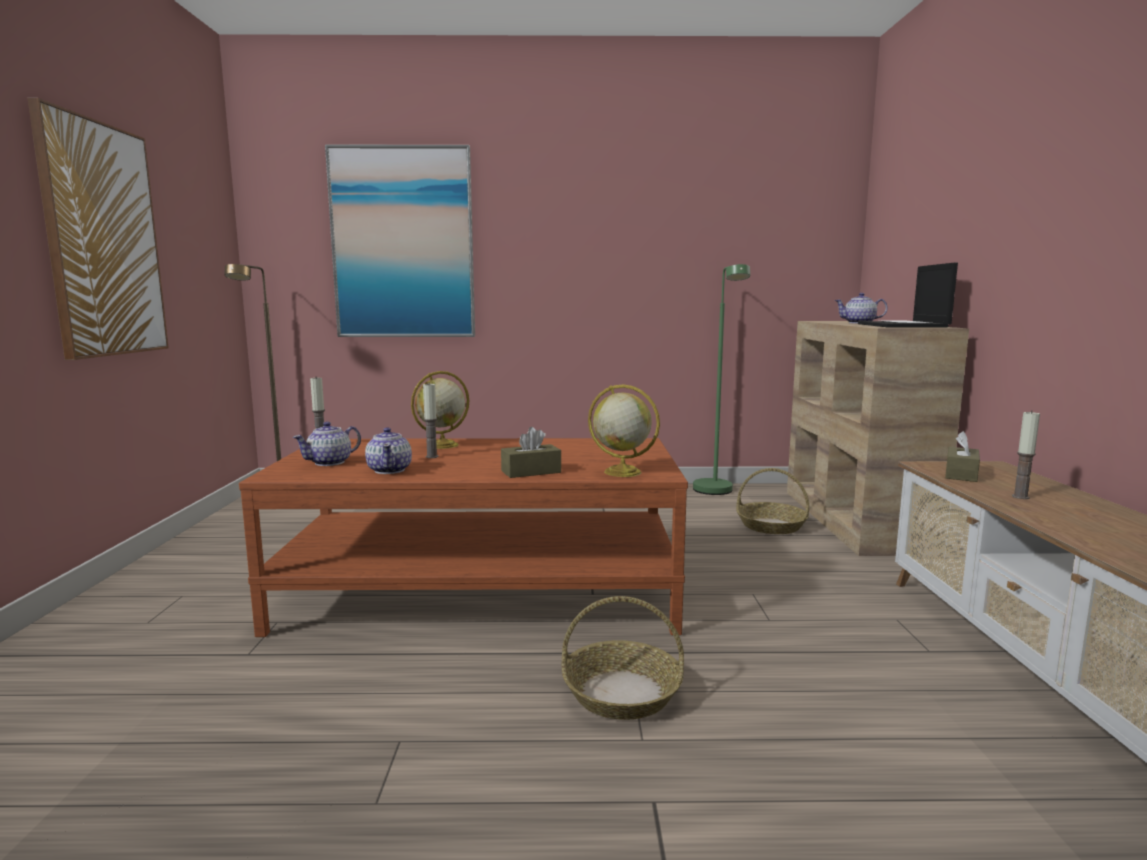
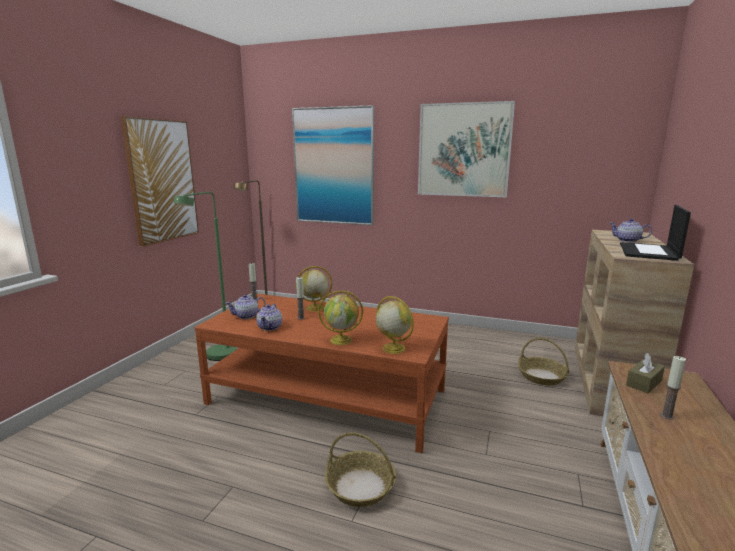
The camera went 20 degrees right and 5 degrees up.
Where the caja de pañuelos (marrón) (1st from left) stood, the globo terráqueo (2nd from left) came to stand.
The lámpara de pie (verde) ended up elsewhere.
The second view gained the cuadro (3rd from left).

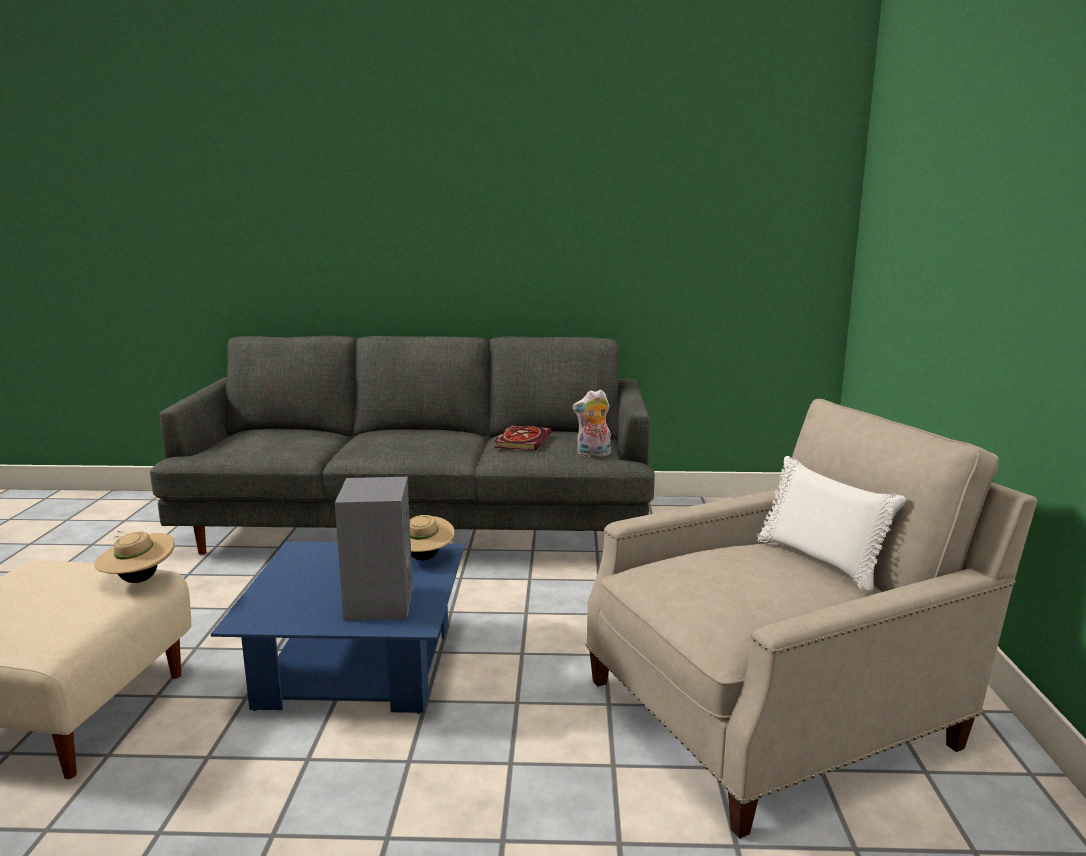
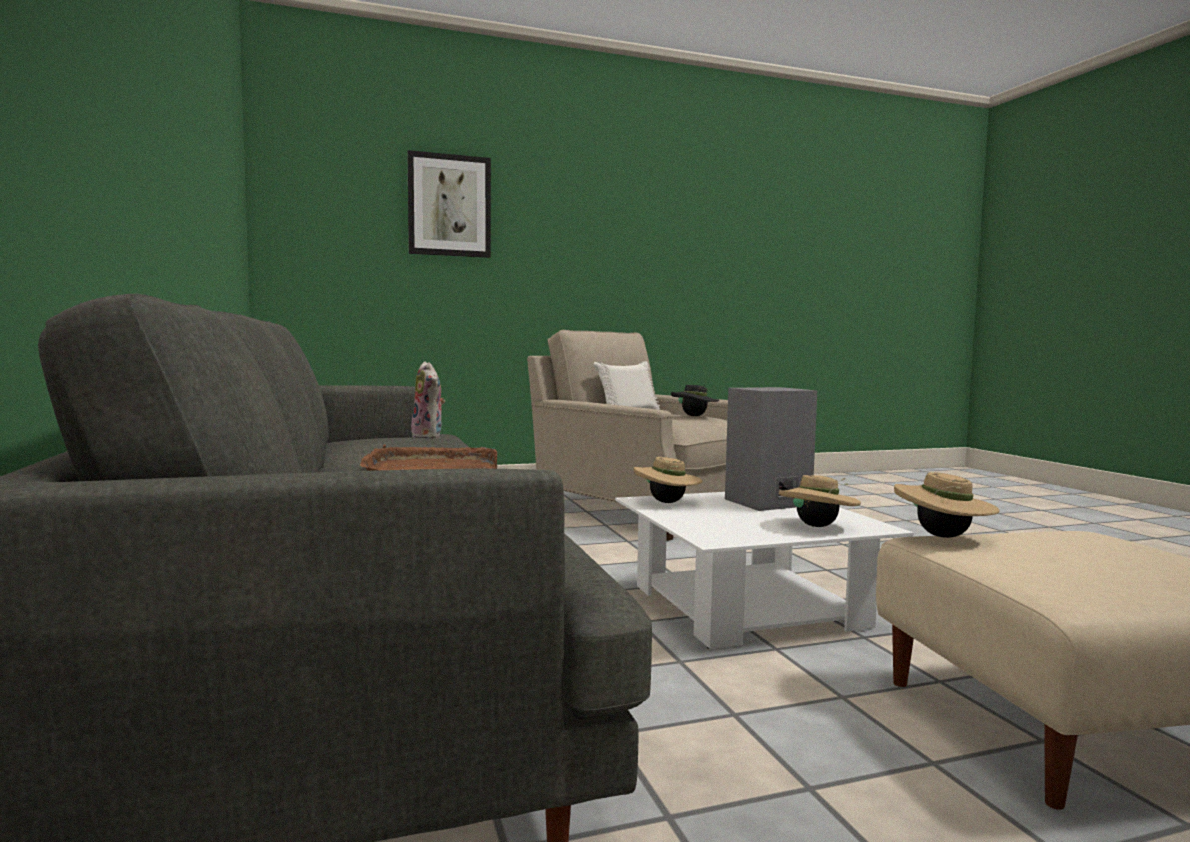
The camera went 110 degrees left and 10 degrees down.
What was the mesa de centro (azul) turned into the mesa de centro (blanco).
The second view lost the libro.
The second view gained the bandeja (marrón).
The second view gained the cuadro.
The second view gained the sombrero (negro).
The second view gained the sombrero (beis) (2nd from left).

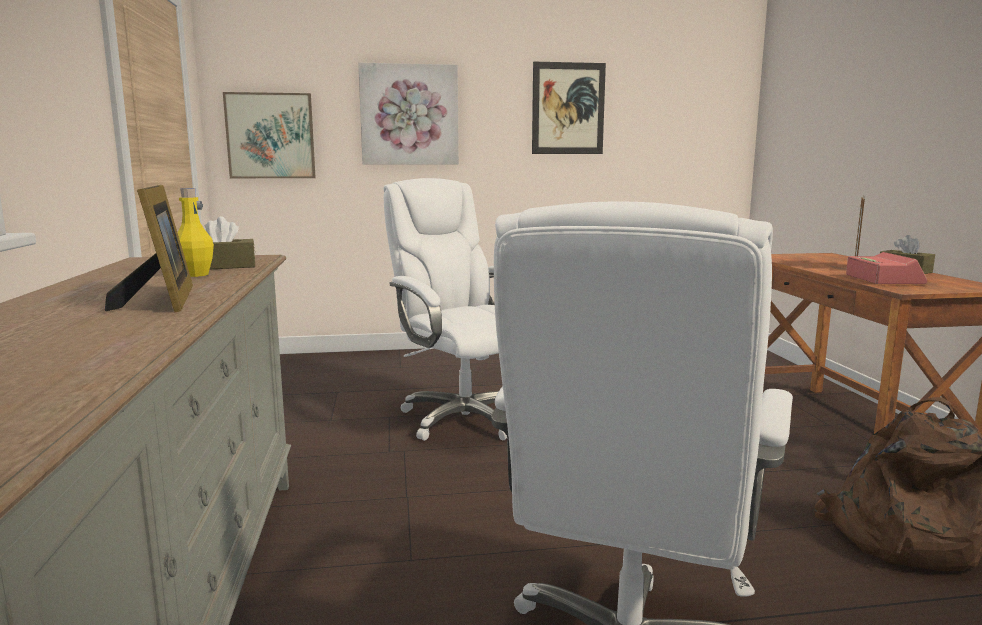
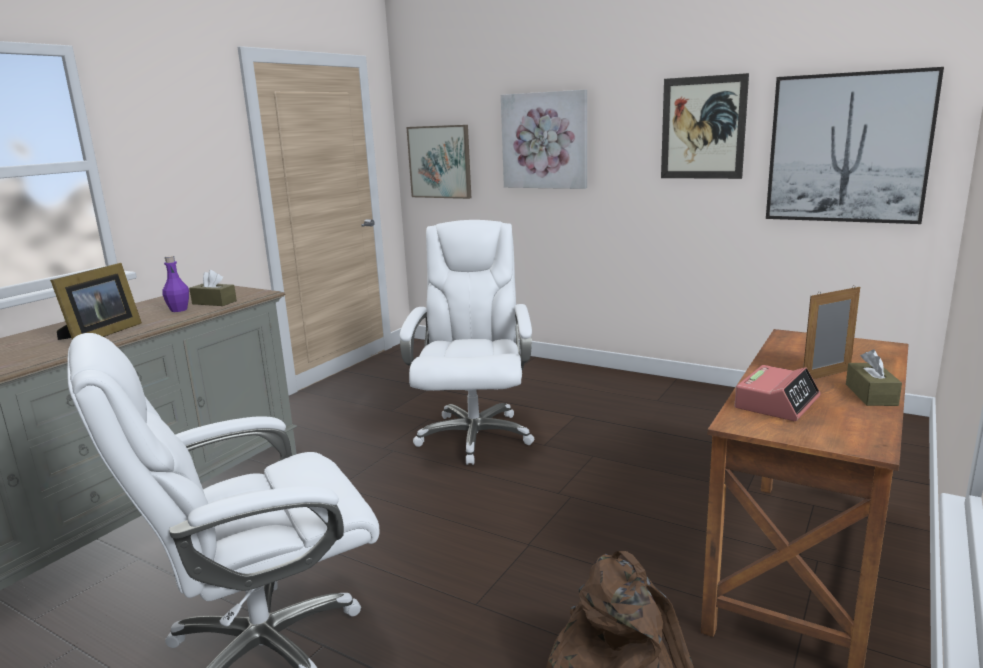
The camera went 40 degrees right and 5 degrees up.
What was the botella (amarillo) turned into the botella (morado).
The second view gained the cuadro (4th from left).

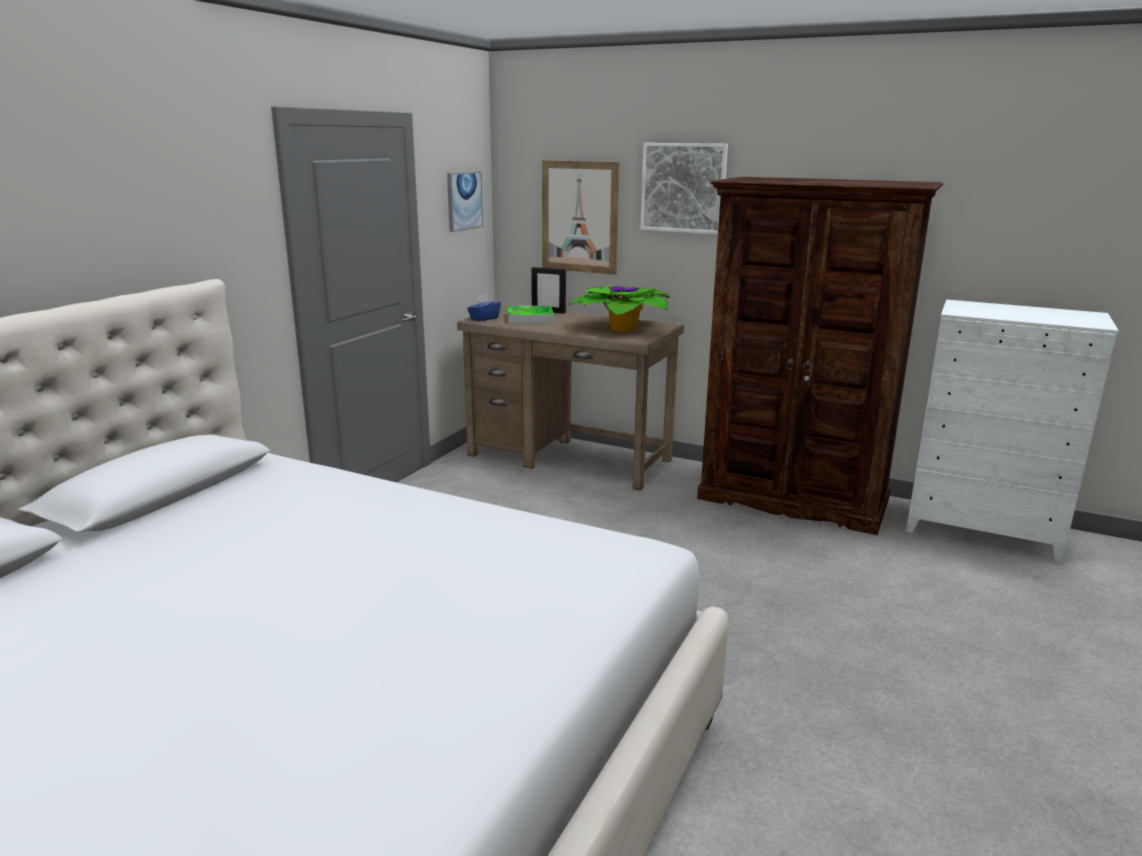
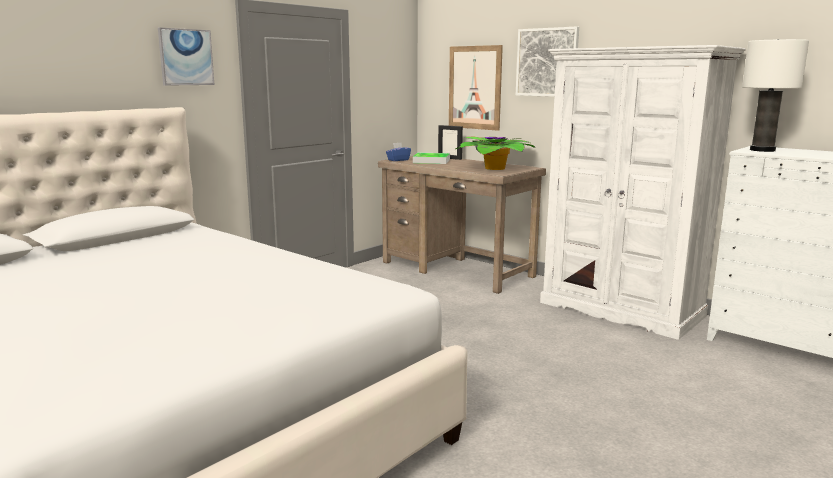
The camera went 15 degrees right and 5 degrees down.
The cuadro (1st from left) ended up elsewhere.
What was the armario ropero (marrón) turned into the armario ropero (blanco).
The second view gained the lámpara de mesa (blanco).

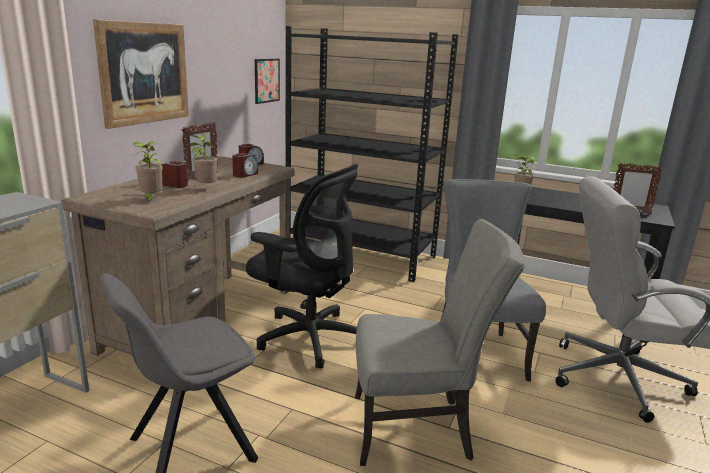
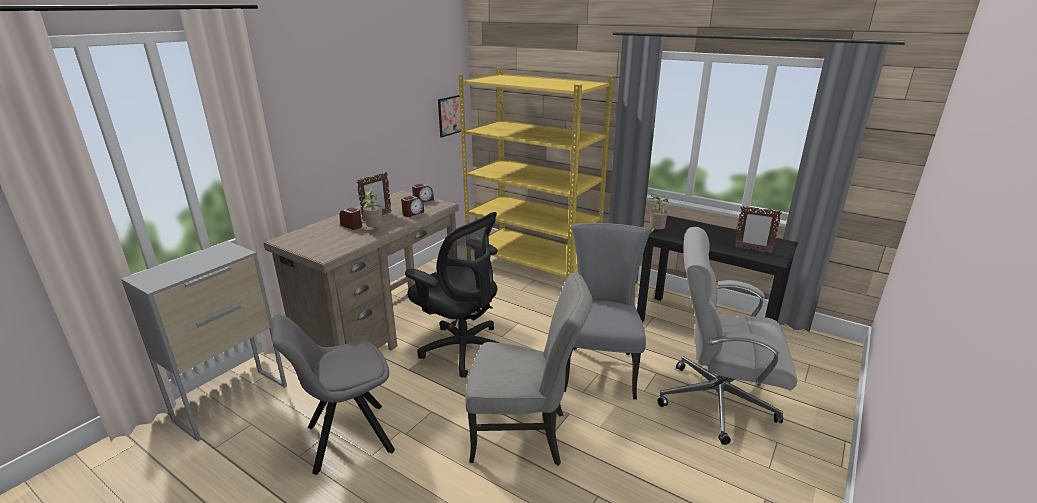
The camera went 10 degrees right and 5 degrees up.
The second view lost the cuadro (1st from left).
The second view lost the planta en maceta (1st from left).
What was the estantería (negro) turned into the estantería (amarillo).

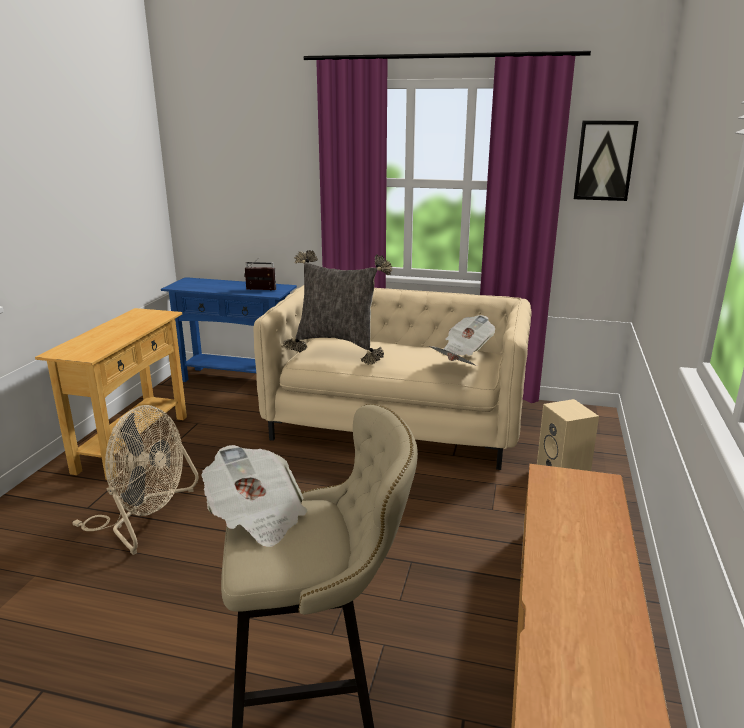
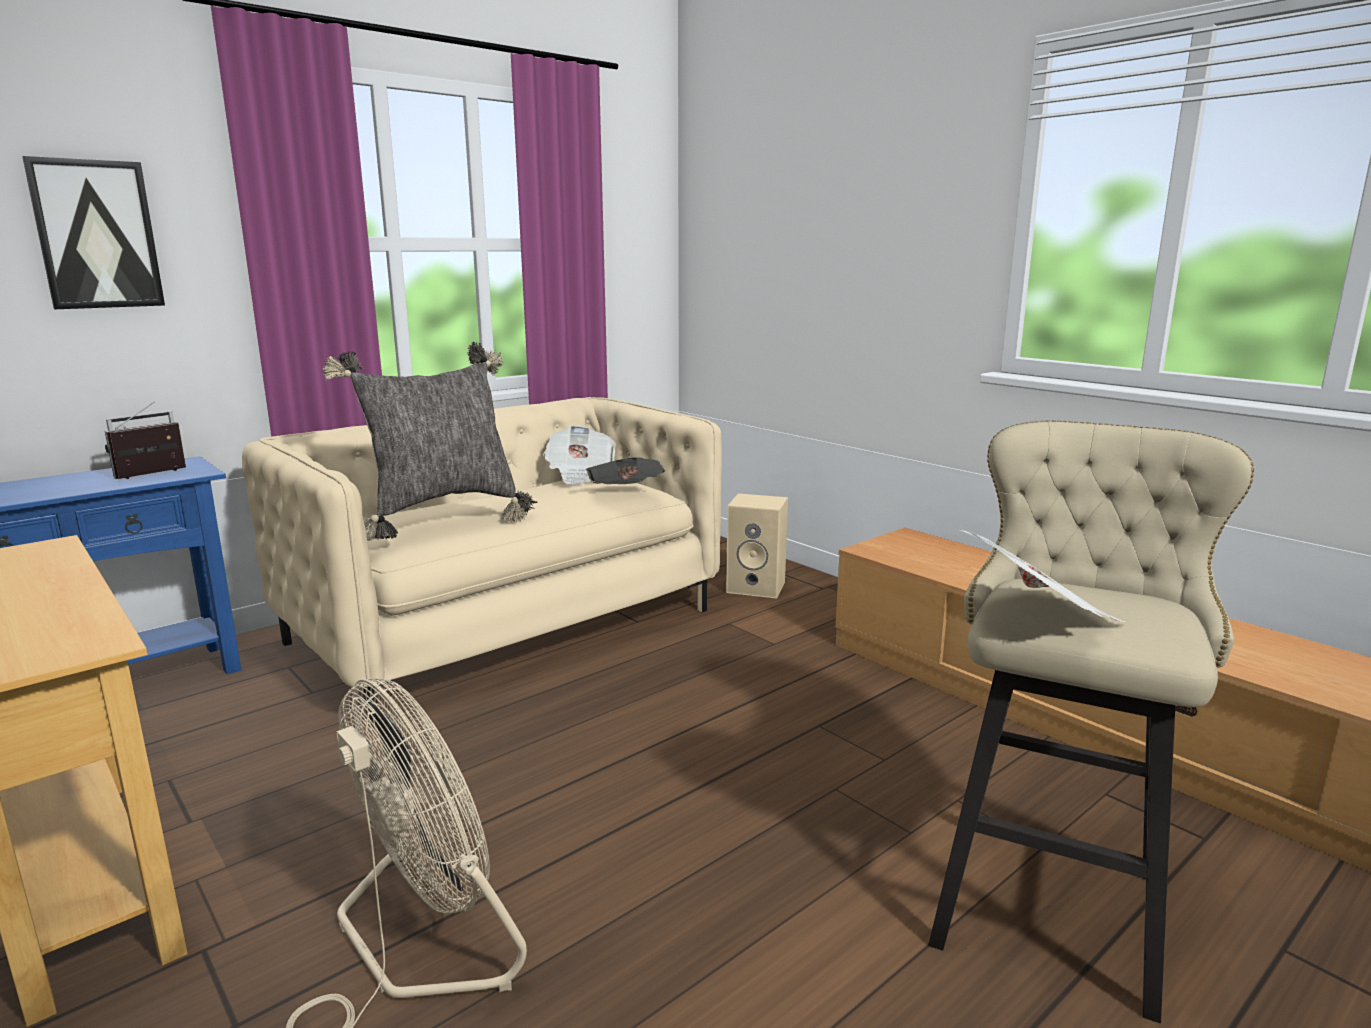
The camera went 55 degrees left and 5 degrees down.
The cuadro ended up elsewhere.

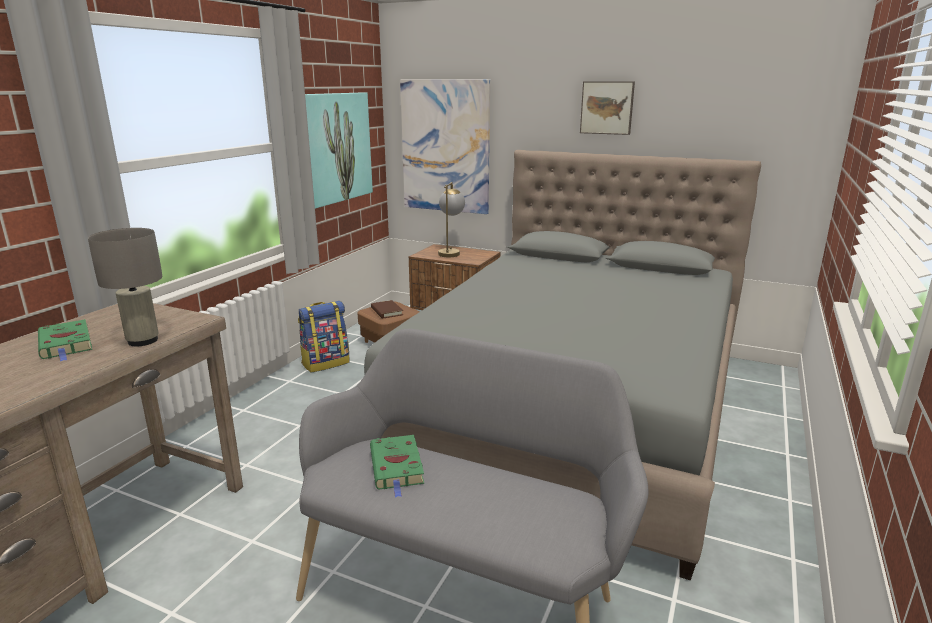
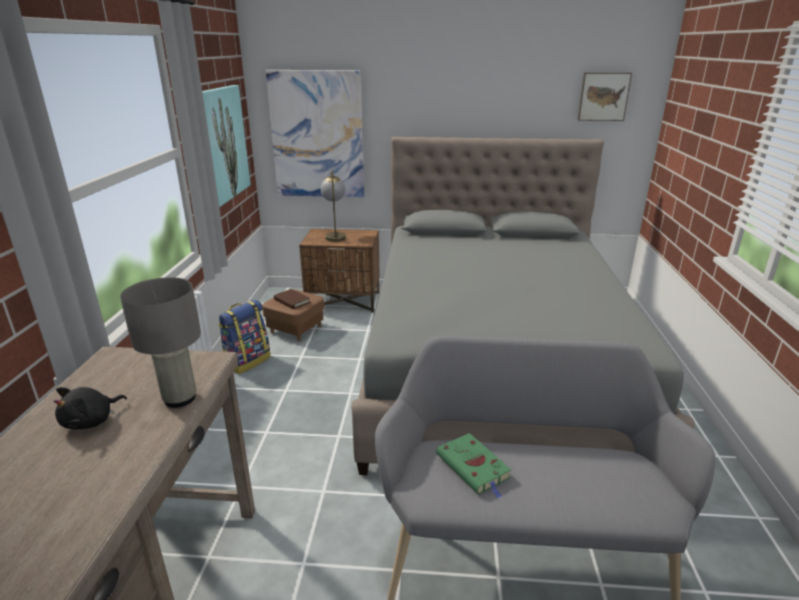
The camera went 20 degrees left and 5 degrees up.
Where the libro (verde) (1st from left) stood, the peluche (negro) came to stand.
The cuadro (3rd from left) ended up elsewhere.

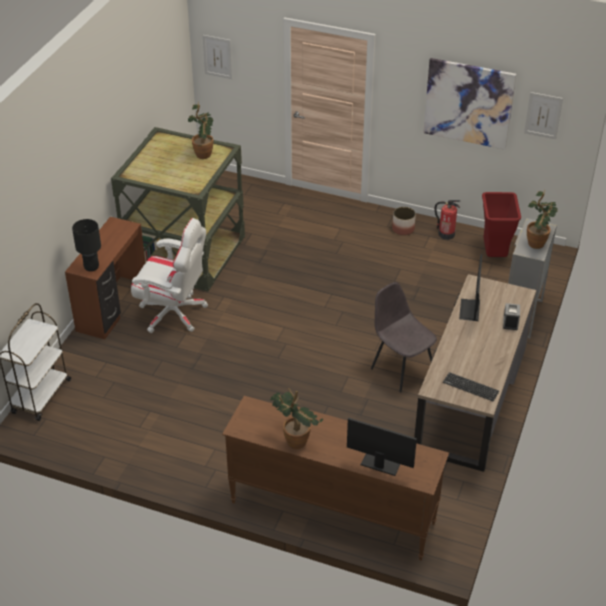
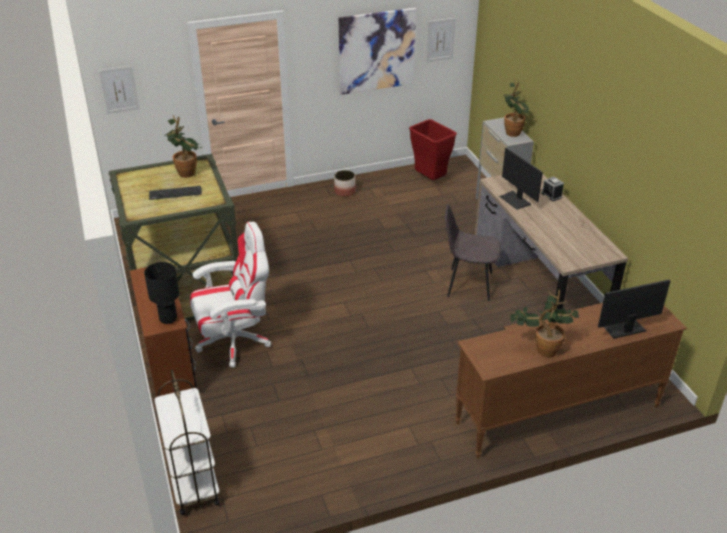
The camera went 40 degrees left and 5 degrees down.
The second view lost the extintor.
The teclado ended up elsewhere.

